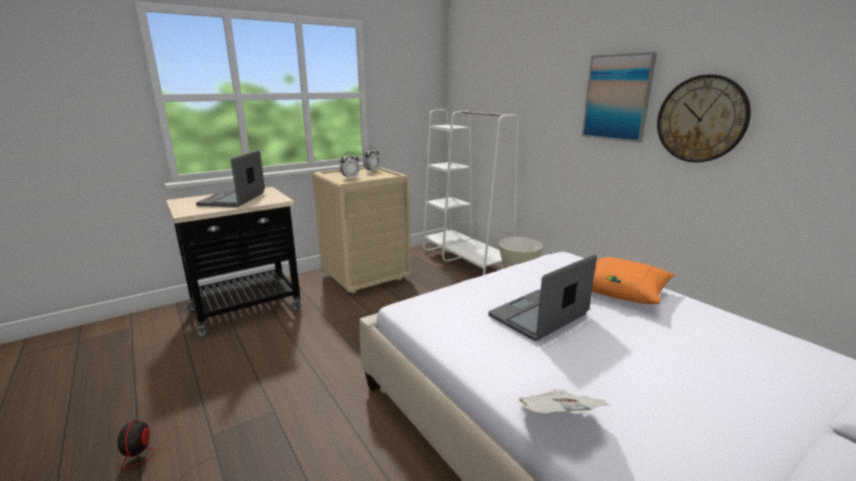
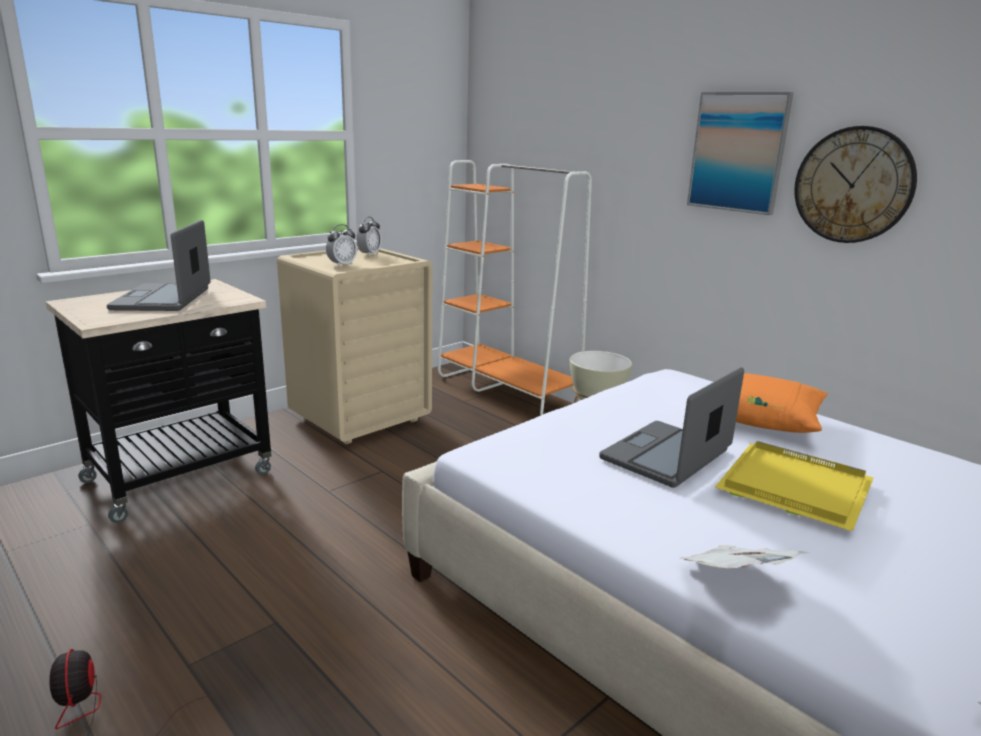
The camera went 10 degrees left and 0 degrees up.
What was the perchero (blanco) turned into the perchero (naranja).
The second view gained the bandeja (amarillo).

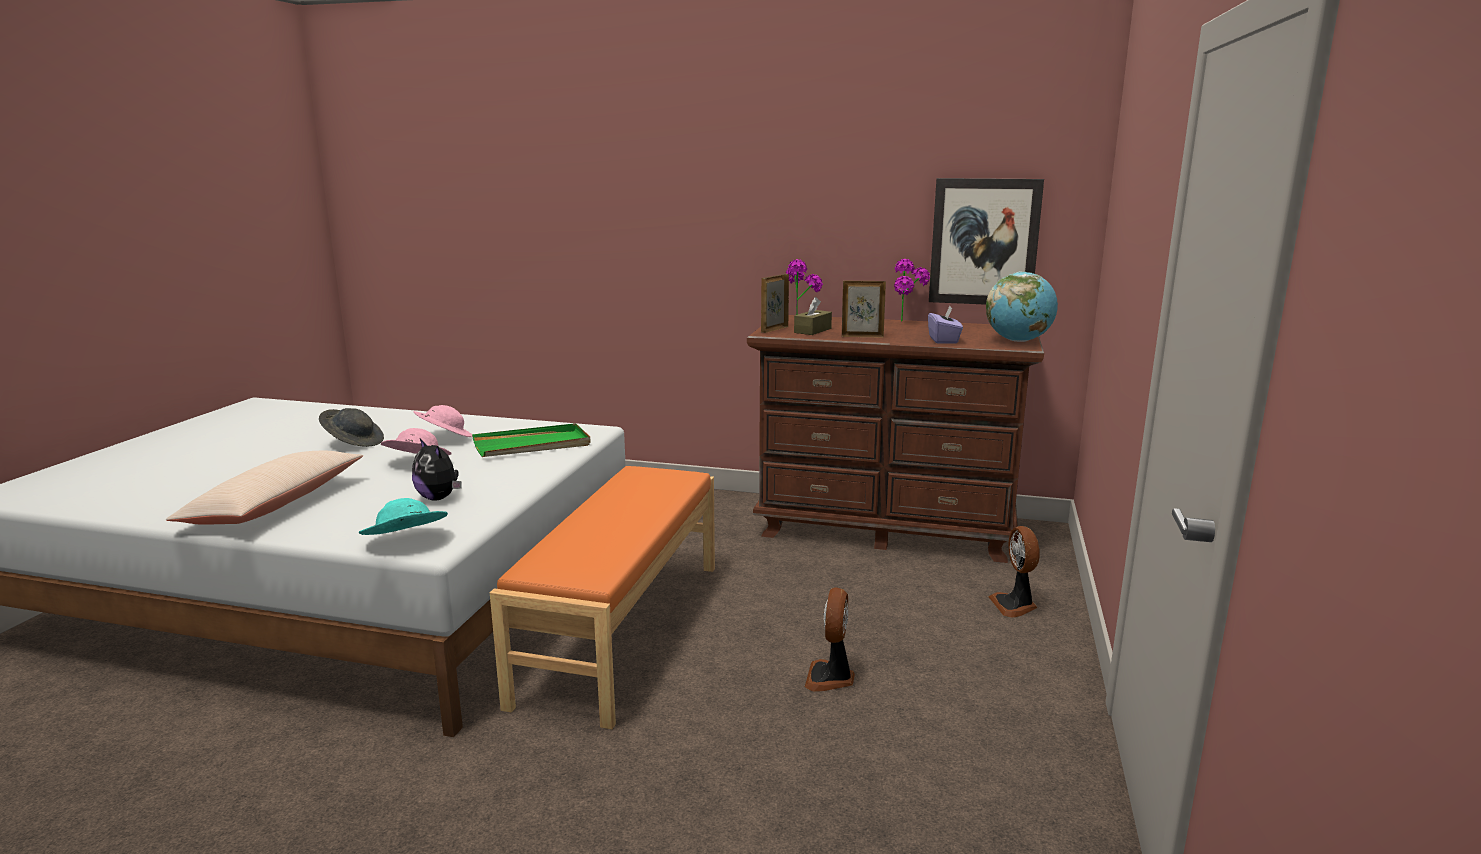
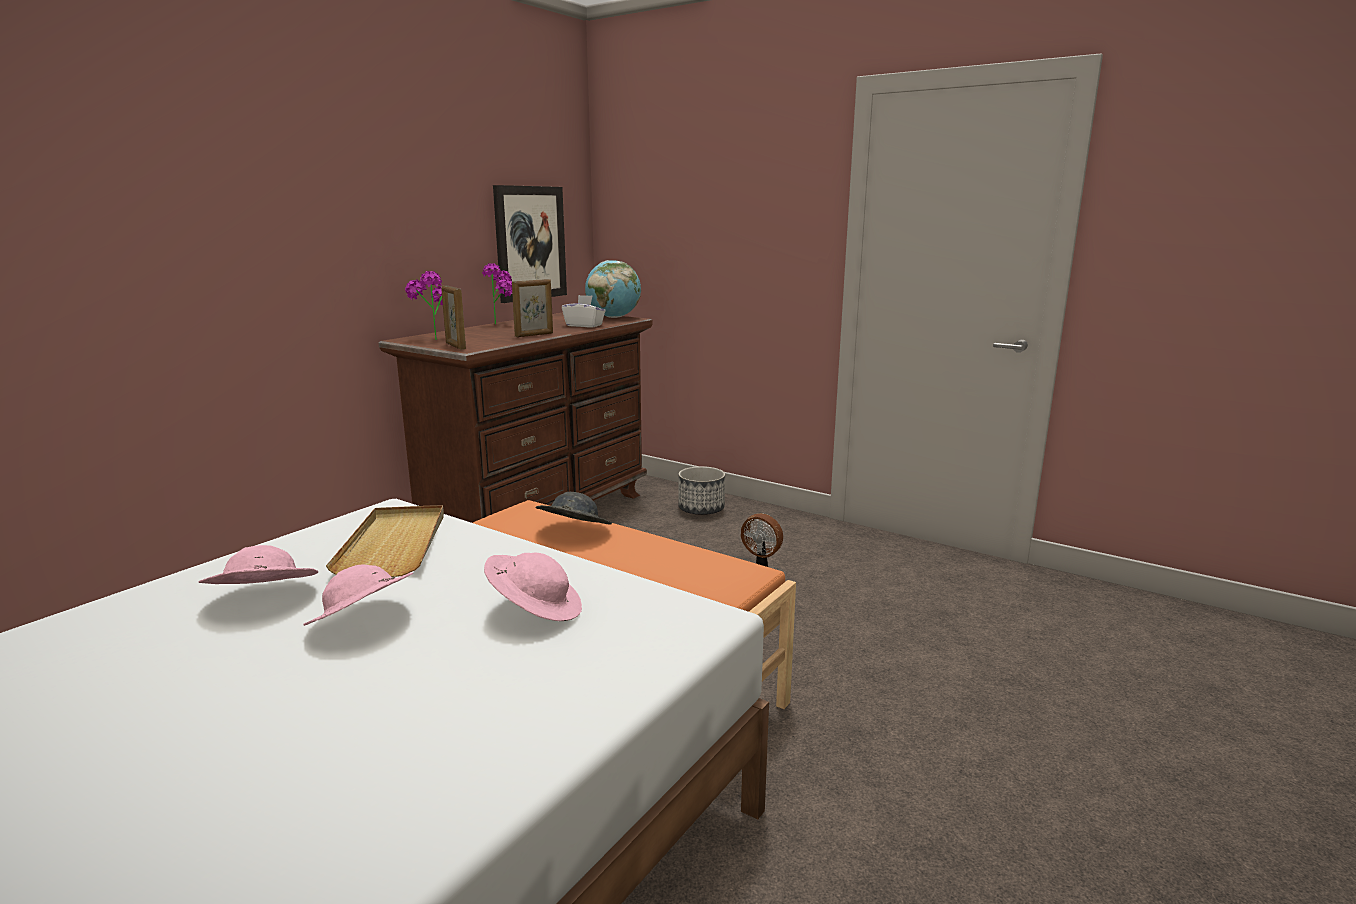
The camera went 70 degrees left and 0 degrees up.
The second view lost the cojín (beis).
The sombrero (gris) ended up elsewhere.
The second view lost the sombrero (turquesa).
Where the peluche stood, the sombrero (rosa) (3rd from left) came to stand.
What was the bandeja (verde) turned into the bandeja (beis).
The second view lost the caja de pañuelos (marrón).
The portarretratos (2nd from left) ended up facing another way, 150 degrees counterclockwise from before.
What was the caja de pañuelos (morado) turned into the caja de pañuelos (blanco).
Where the ventilador (2nd from left) stood, the maceta came to stand.

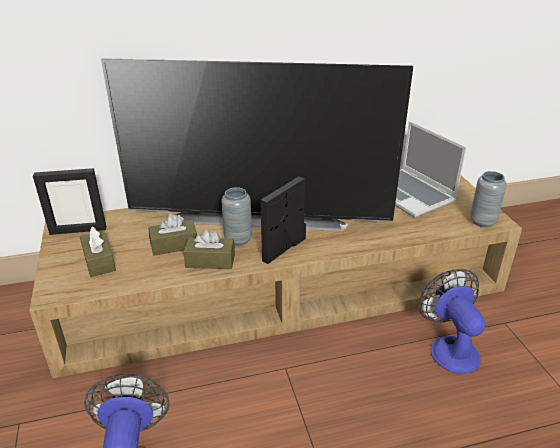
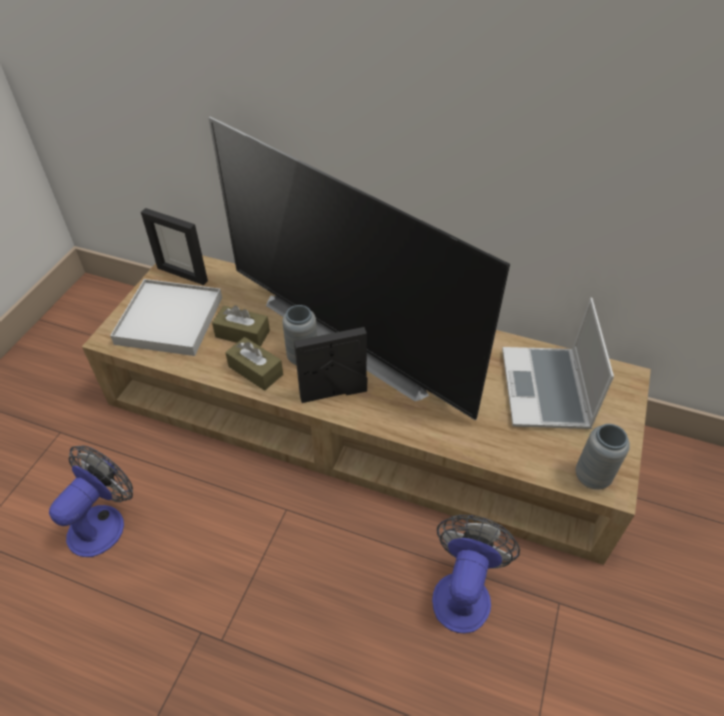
The camera went 35 degrees right and 15 degrees up.
Where the caja de pañuelos (marrón) (1st from left) stood, the bandeja (blanco) came to stand.

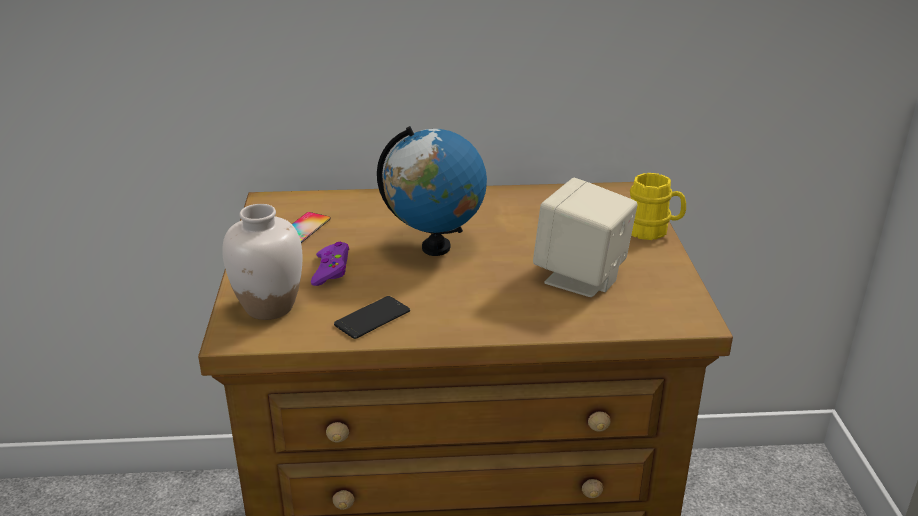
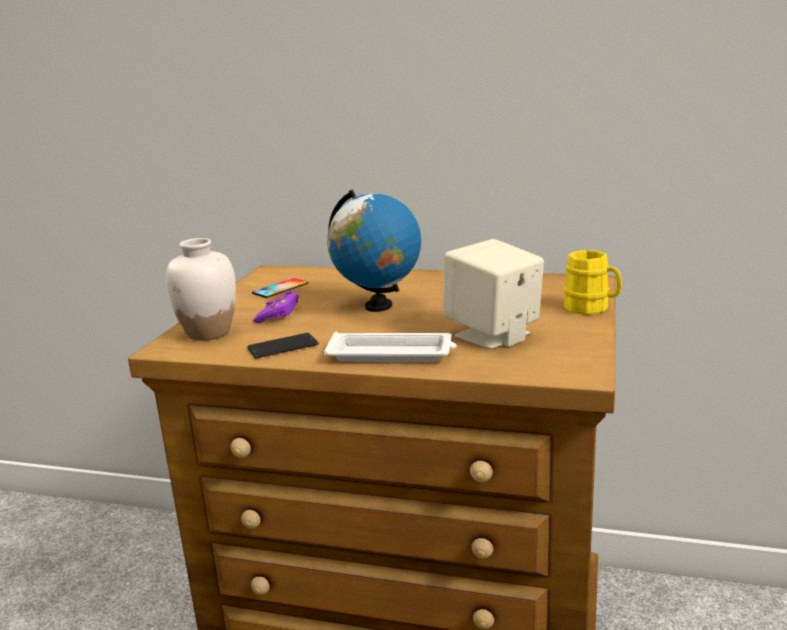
The camera went 20 degrees right and 10 degrees down.
The second view gained the bandeja (blanco).

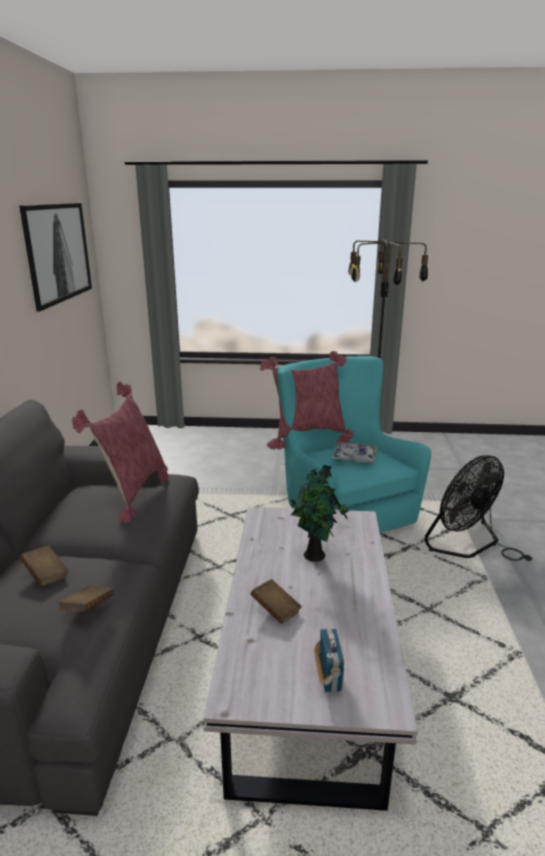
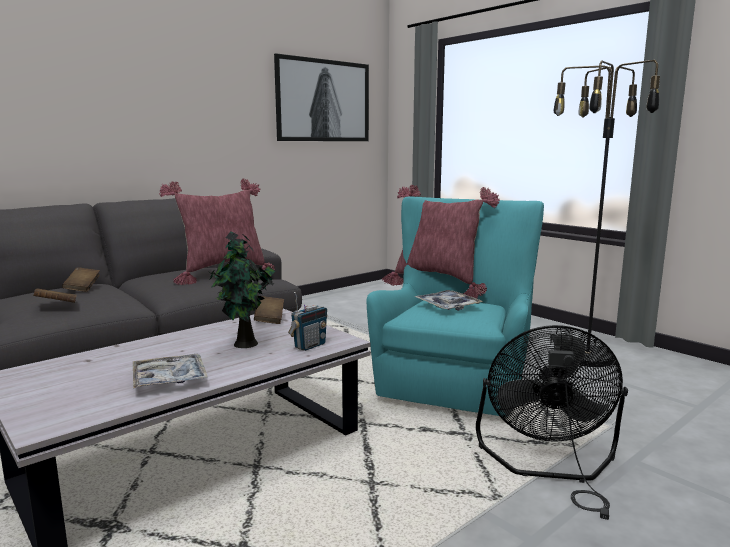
The camera went 45 degrees right and 10 degrees down.
The libro (marrón) (3rd from left) ended up elsewhere.
The radio ended up elsewhere.
The second view gained the bandeja (1st from left).

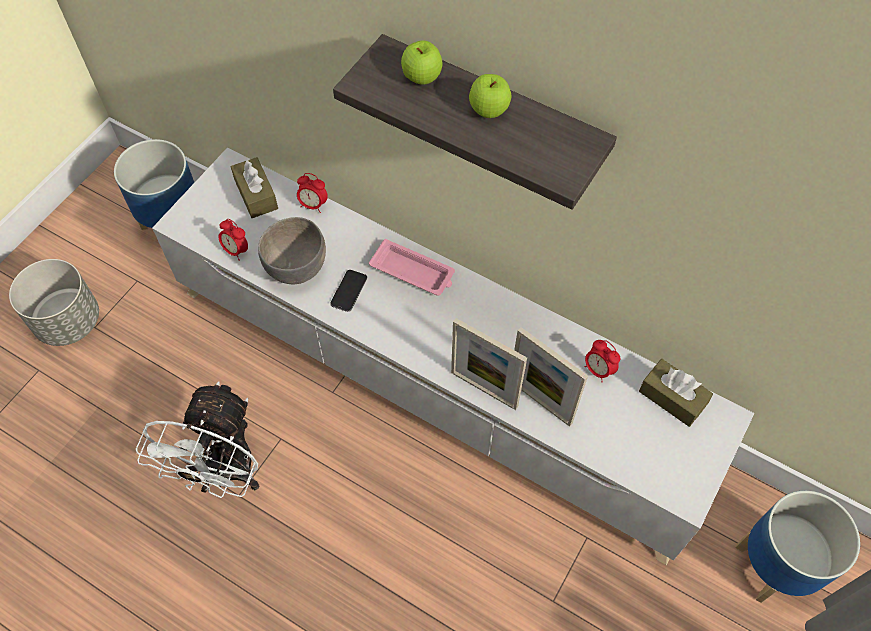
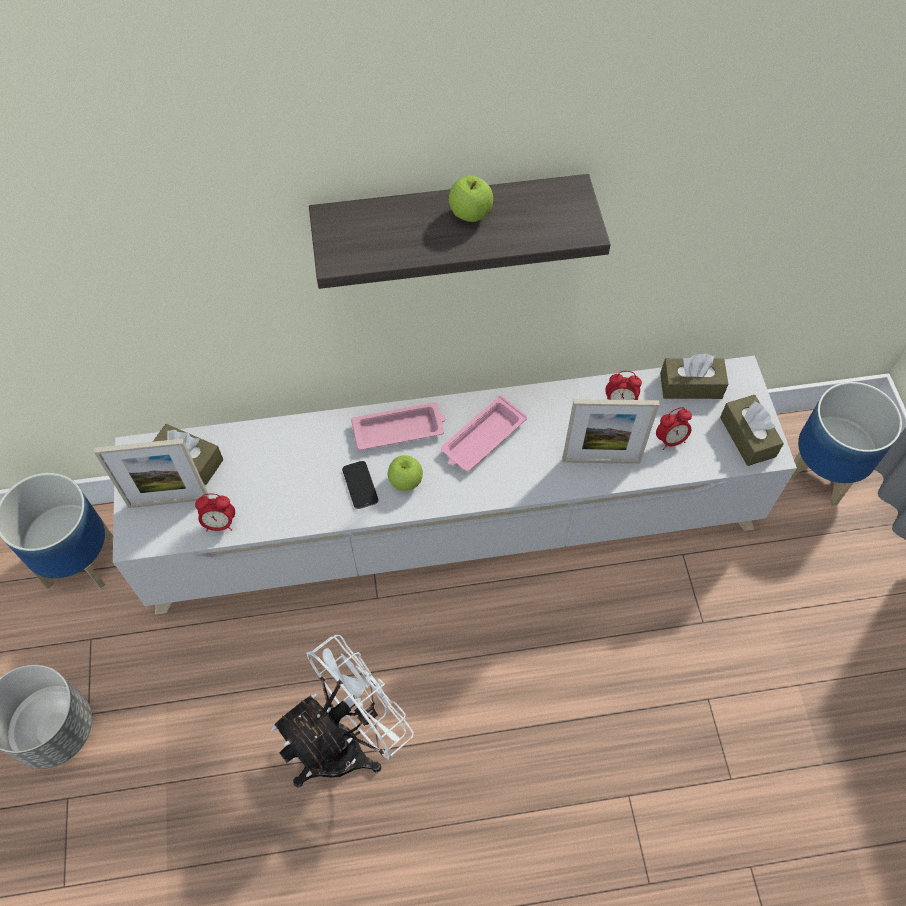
The camera went 40 degrees left and 0 degrees up.
The ventilador (blanco) ended up facing another way, 105 degrees counterclockwise from before.
The second view lost the cuenco (gris).
The despertador (2nd from left in the first image) ended up elsewhere.
The manzana (1st from left) ended up elsewhere.
The portarretratos (1st from left) ended up elsewhere.
The second view gained the bandeja (rosa) (2nd from left).
The second view gained the caja de pañuelos (marrón) (3rd from left).

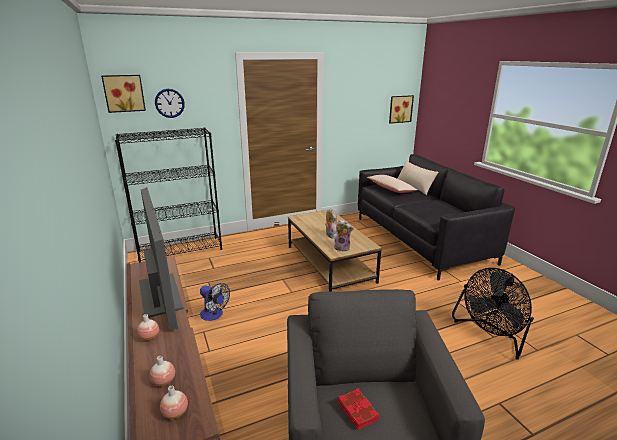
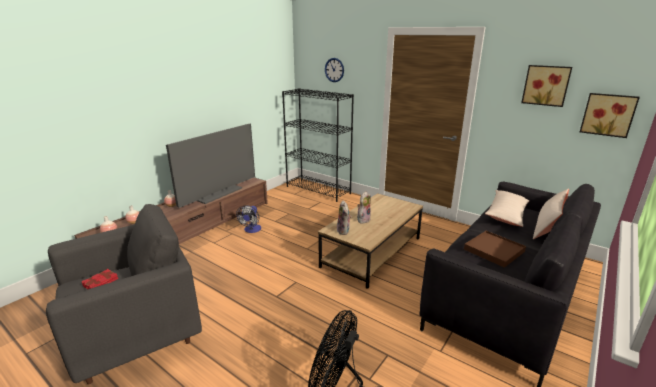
The camera went 60 degrees right and 0 degrees up.
The cuadro (1st from left) ended up elsewhere.
The second view gained the bandeja (marrón).

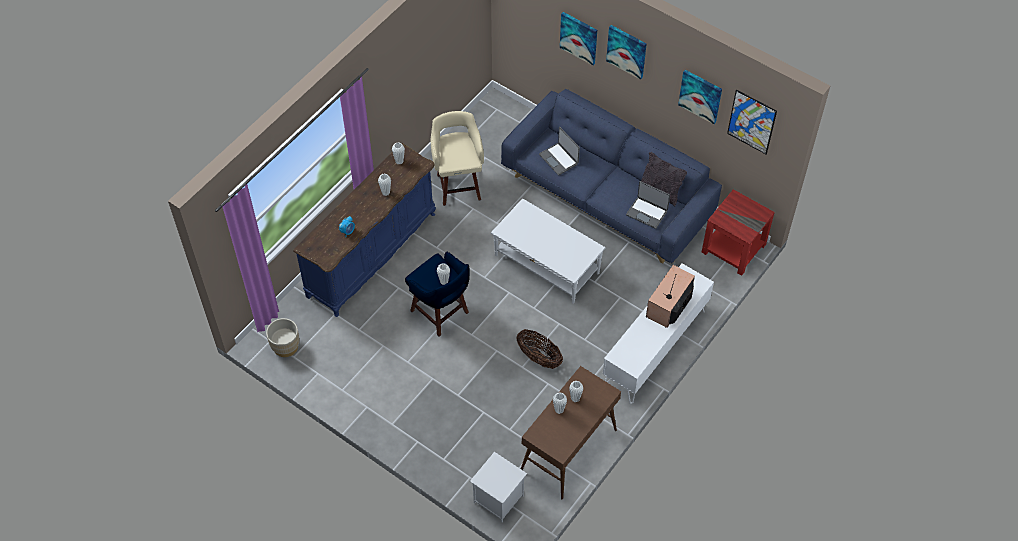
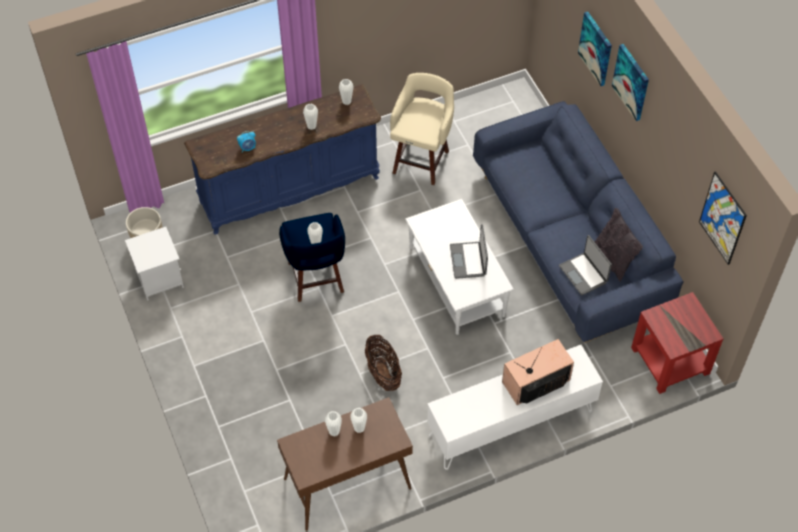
The camera went 30 degrees right and 0 degrees up.
The mesita de noche (gris) ended up elsewhere.
The portátil (1st from left) ended up elsewhere.
The second view lost the cuadro (3rd from left).

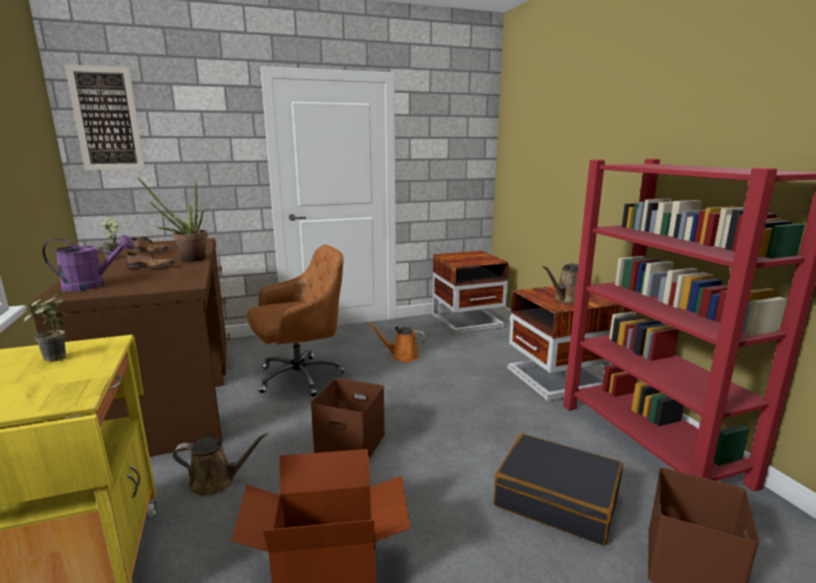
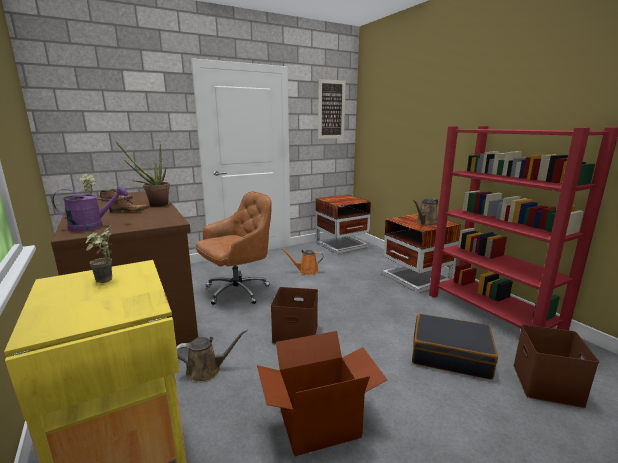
The camera went 10 degrees left and 0 degrees up.
The cuadro ended up elsewhere.

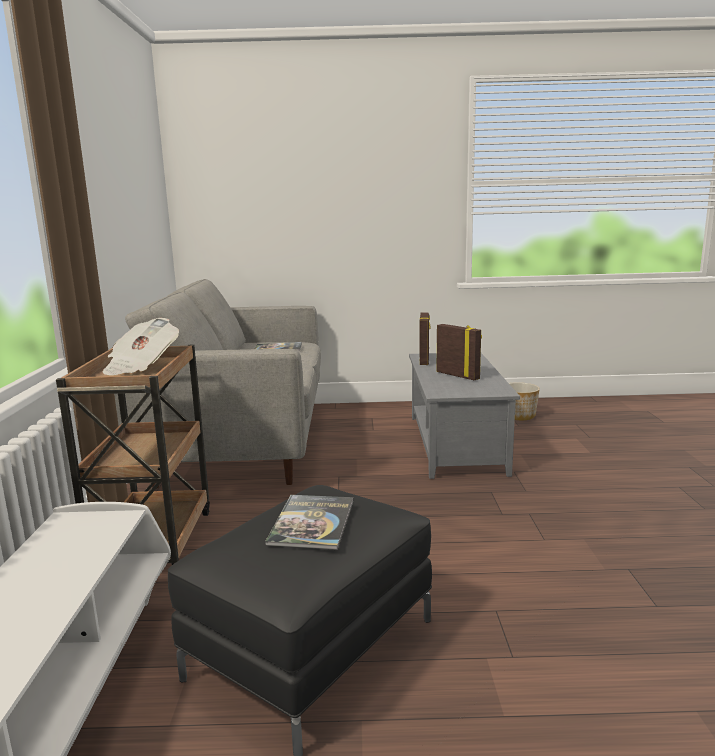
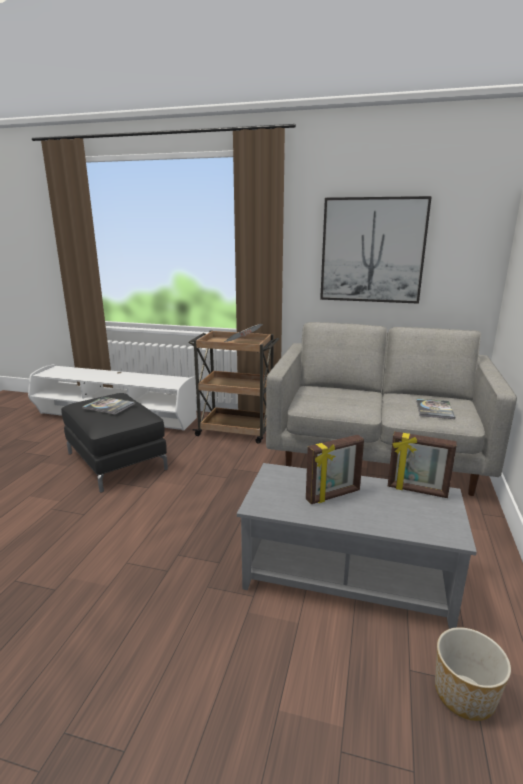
The camera went 105 degrees right and 5 degrees up.
The second view gained the cuadro.

